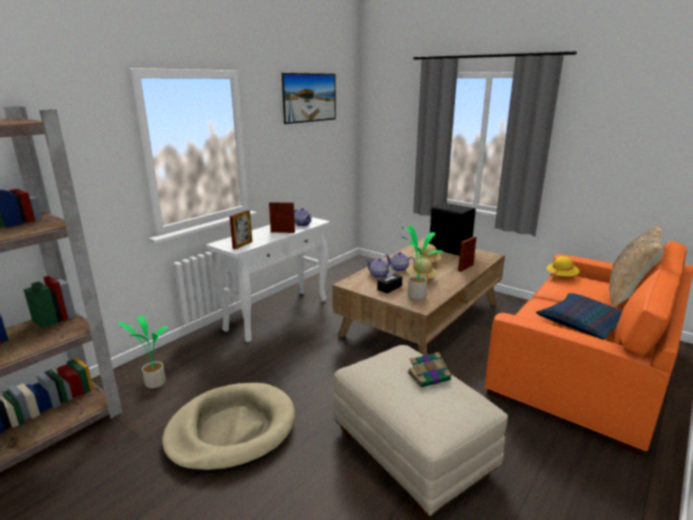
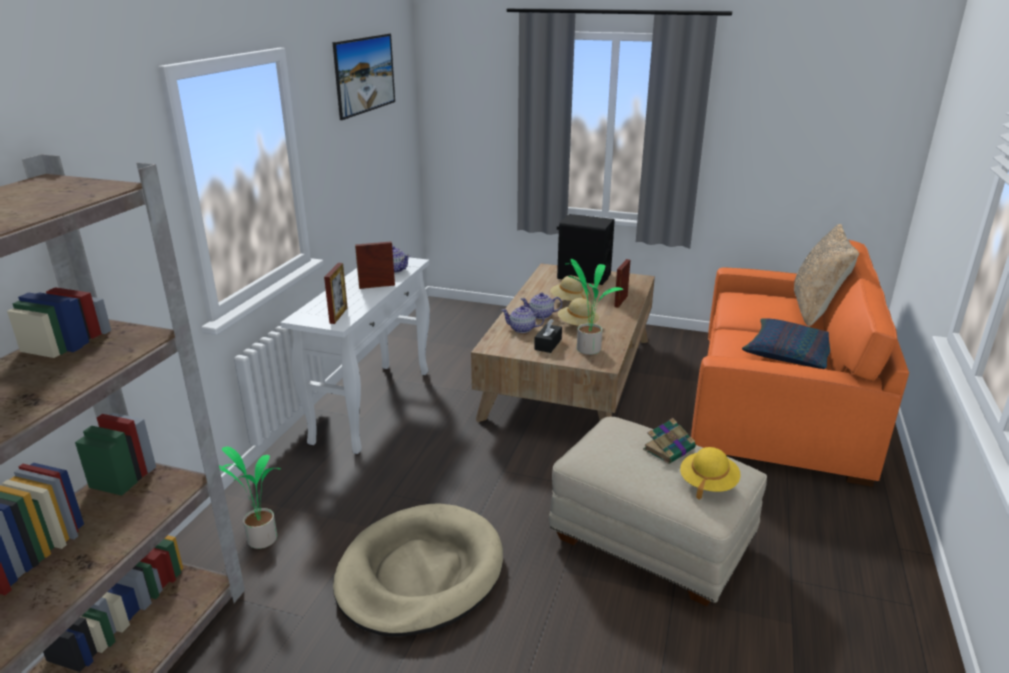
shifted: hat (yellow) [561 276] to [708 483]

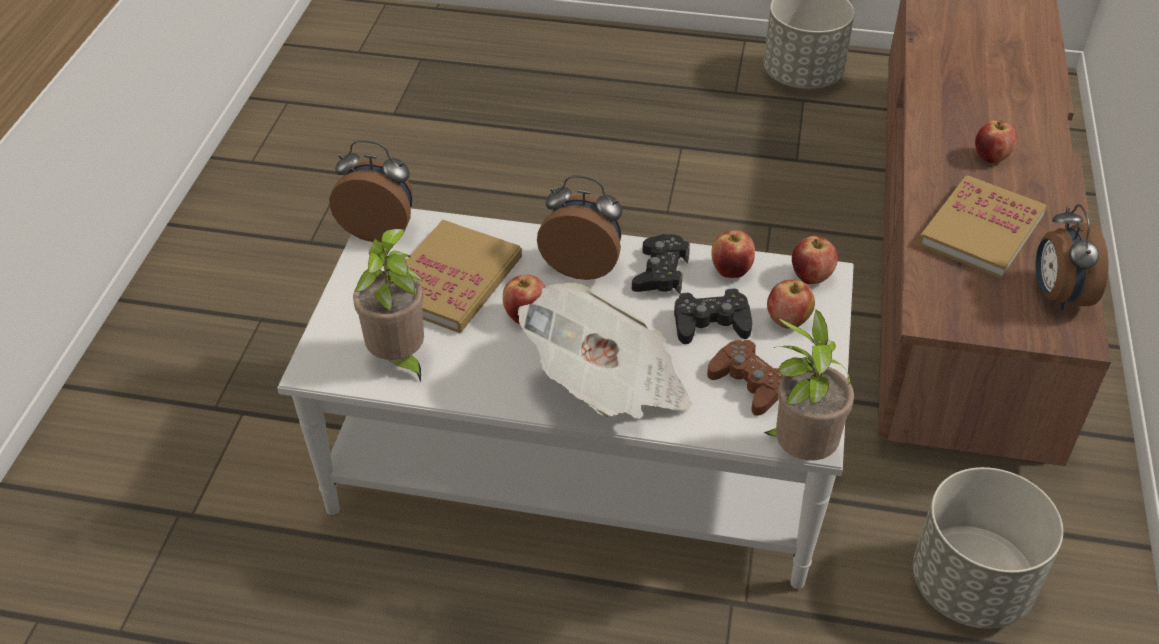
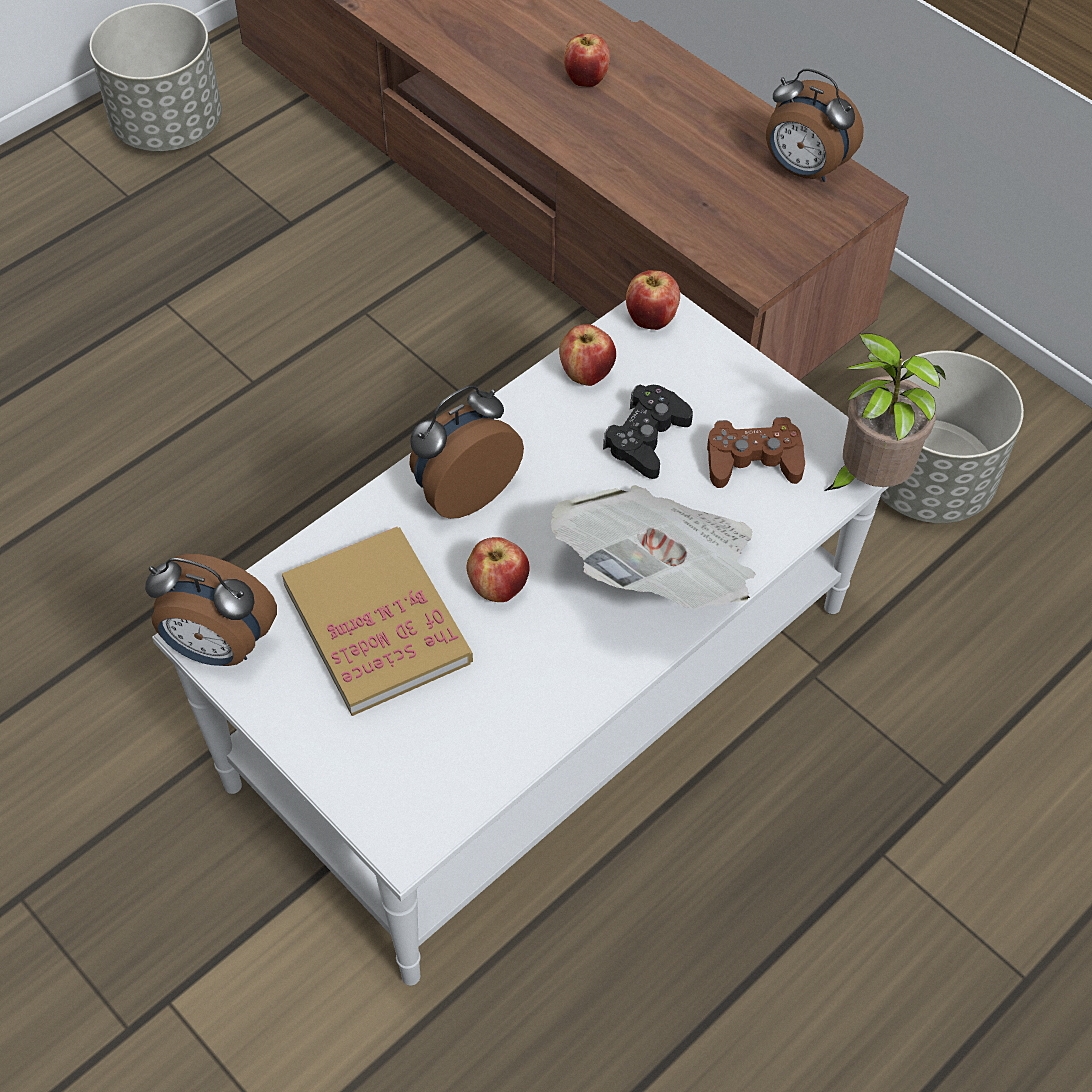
gone: book [981 230]; potted plant [399 360]; game controller (black) [660 273]; apple [787 321]
rotated: alarm clock [379 229] = [218 647] 120 degrees counterclockwise

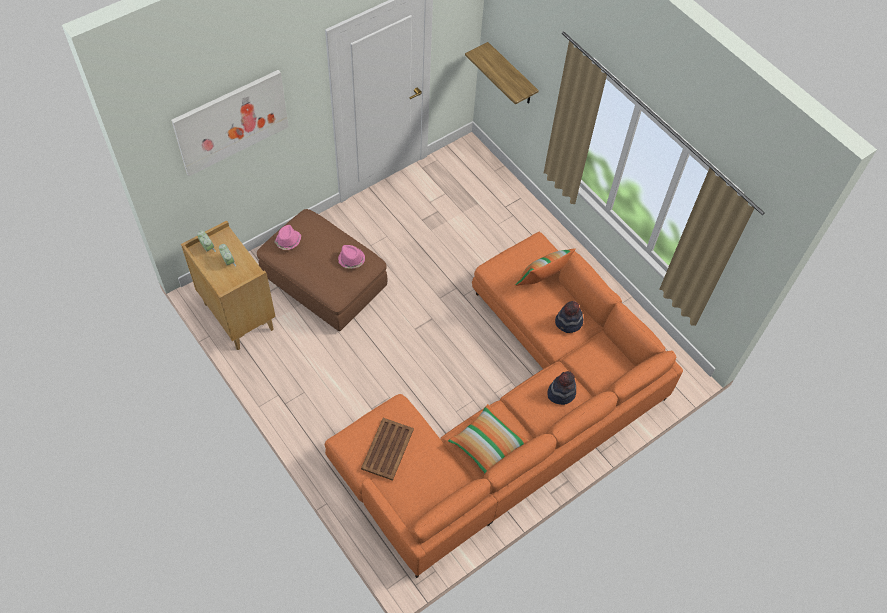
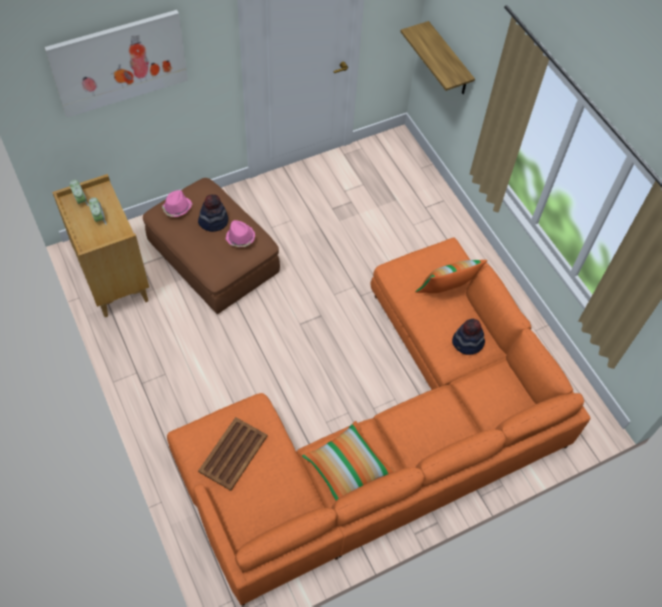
shifted: hat [561 393] to [213 221]

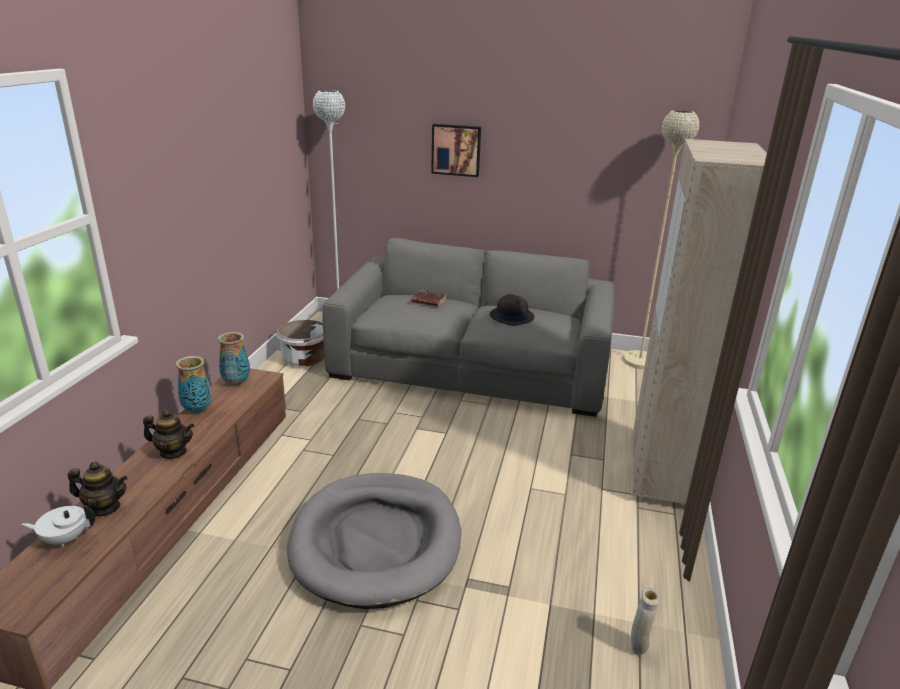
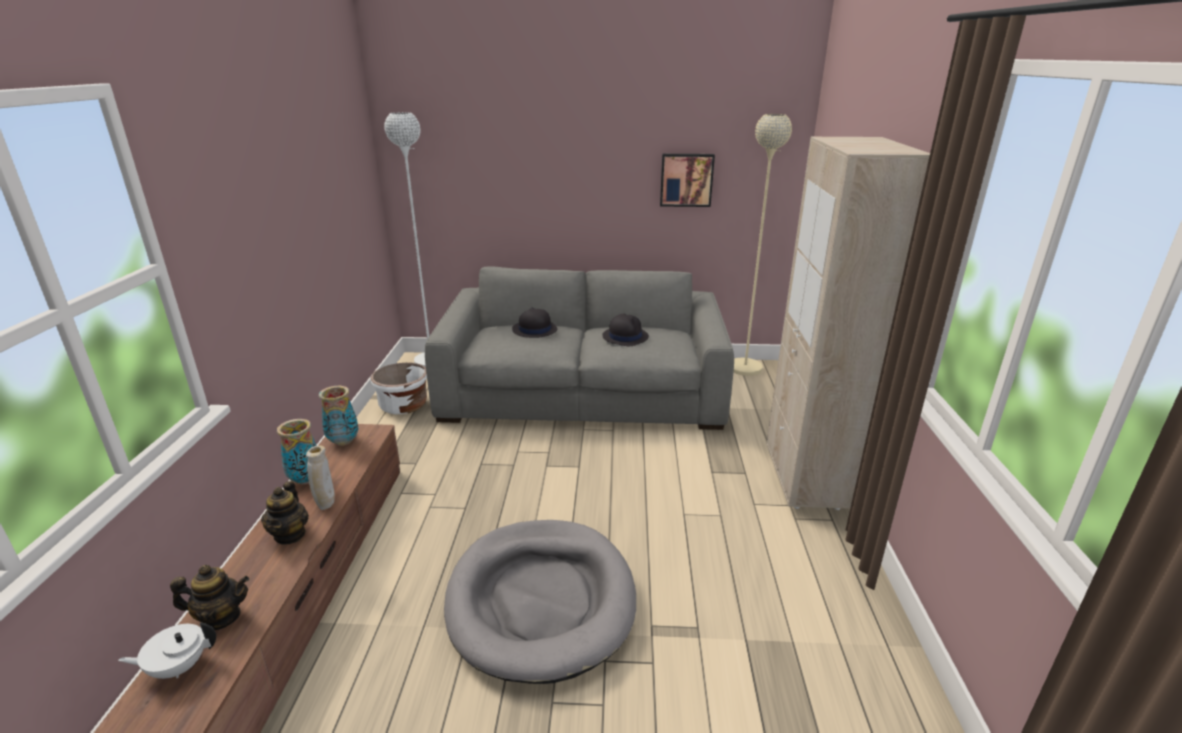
shifted: picture [456 150] to [686 180]; vase (beige) [637 648] to [326 505]
swapped: book (brown) [428 301] to hat (black) [534 330]
rotated: teapot [173 452] = [290 534] 90 degrees clockwise

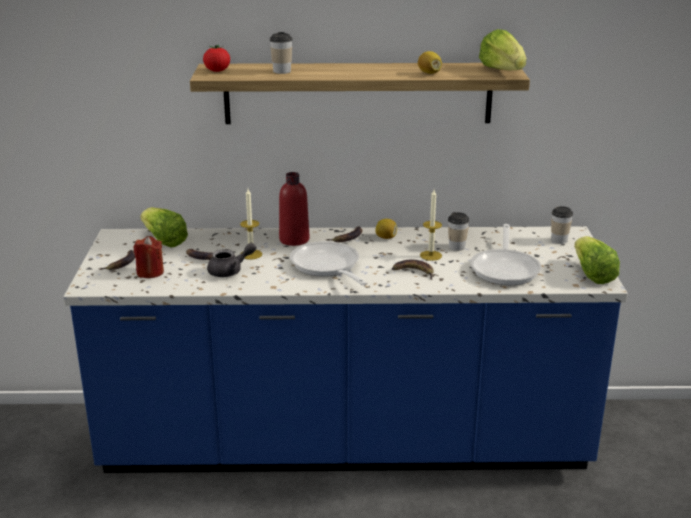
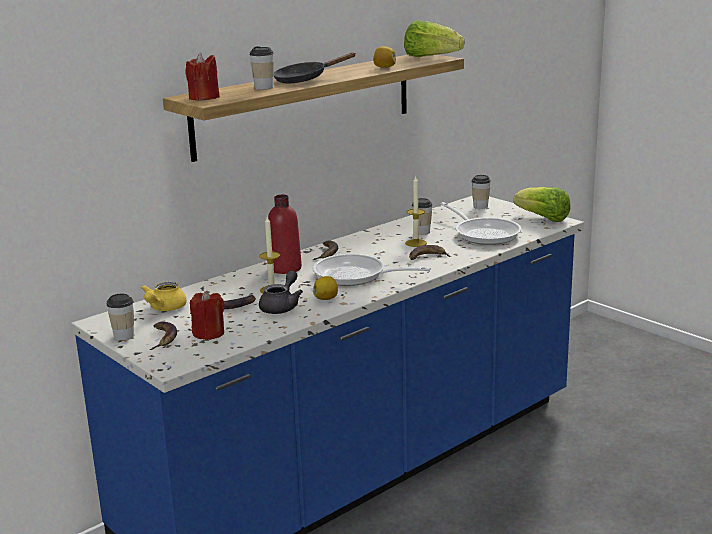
new: frying pan (black) [305 79]; cup [124 336]
shifted: lemon [386 237] to [326 298]
swapped: tomato [217 71] to candle (red) [204 98]; lettuce [163 241] to teapot (yellow) [164 308]

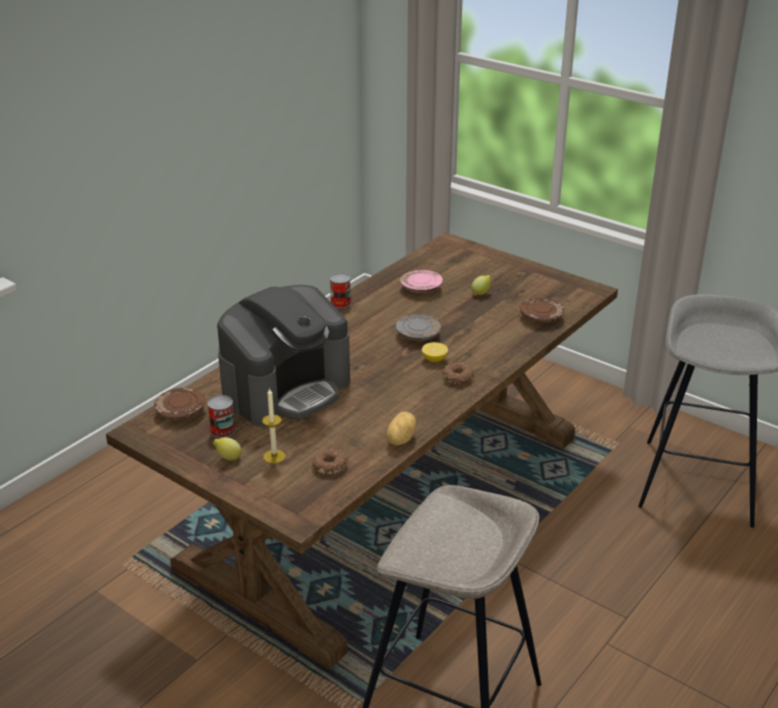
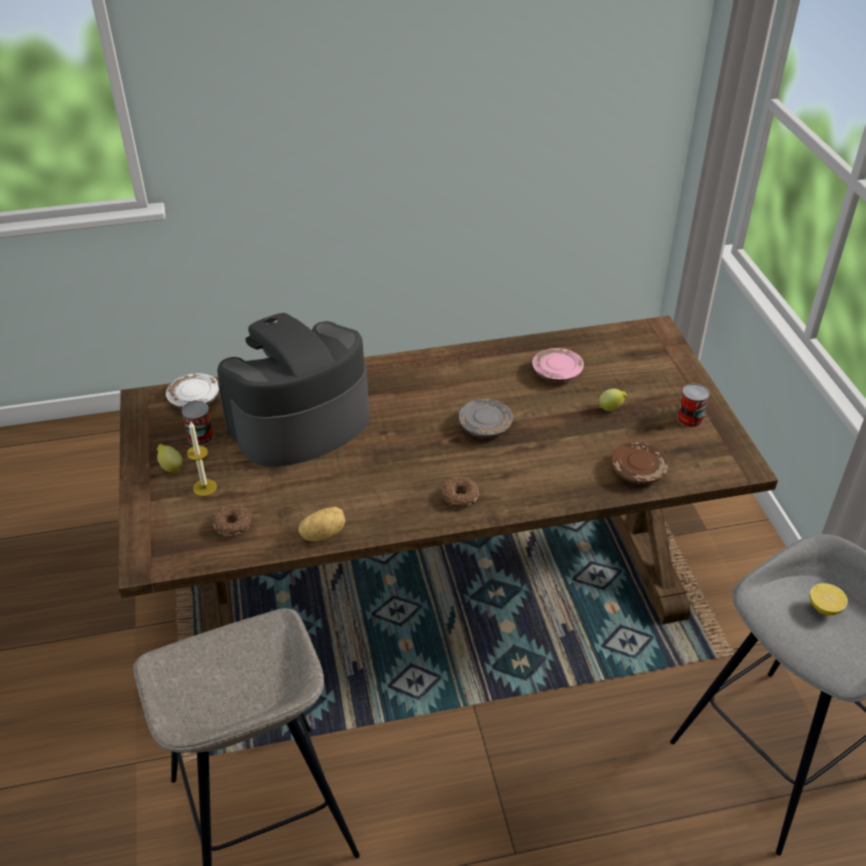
shifted: can [340 303] to [690 419]; lemon [434 359] to [824 608]
repainted: plate (brown) [181 411] to plate (white) [194 399]
rotated: coffee machine [286 389] = [299 422] 150 degrees clockwise

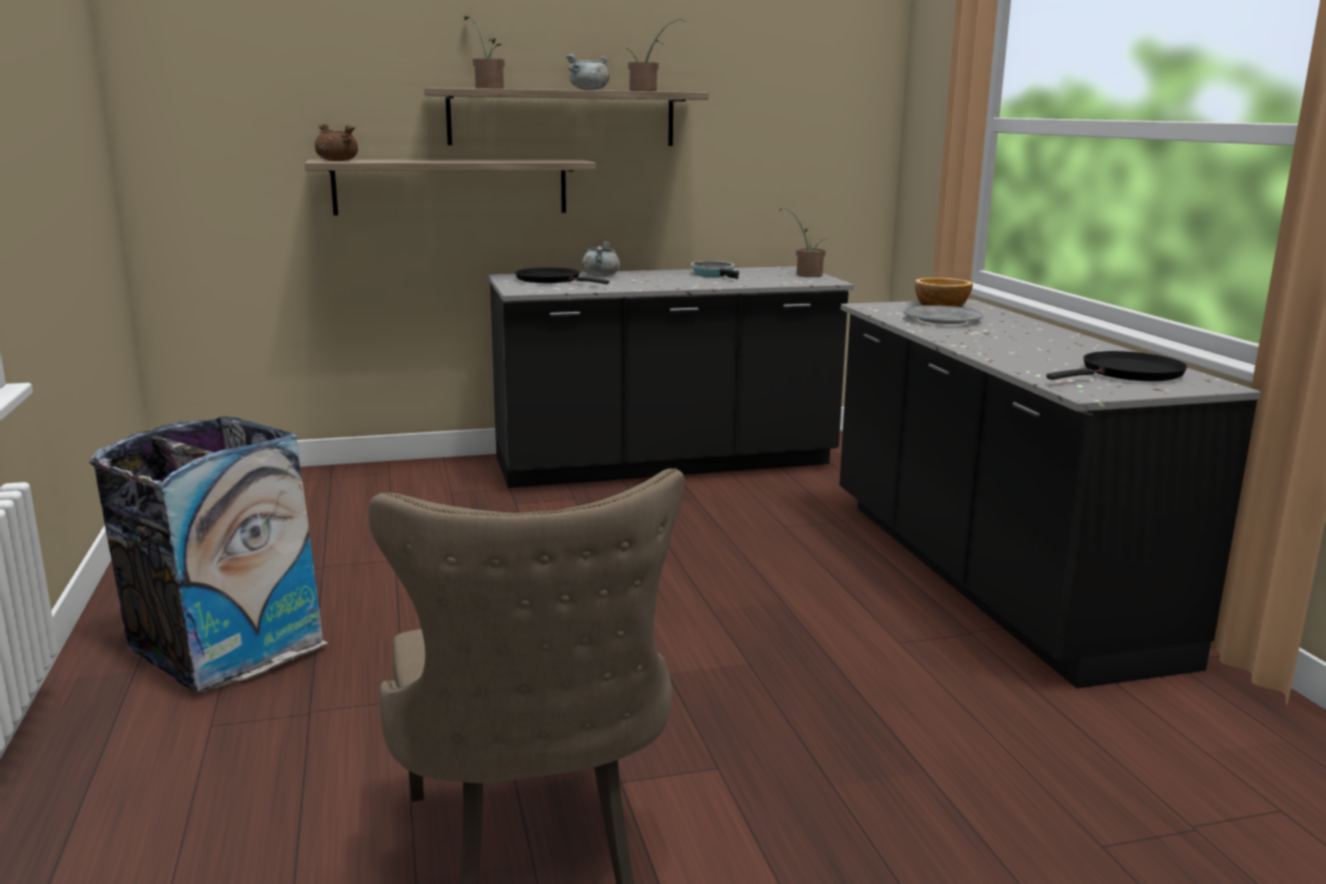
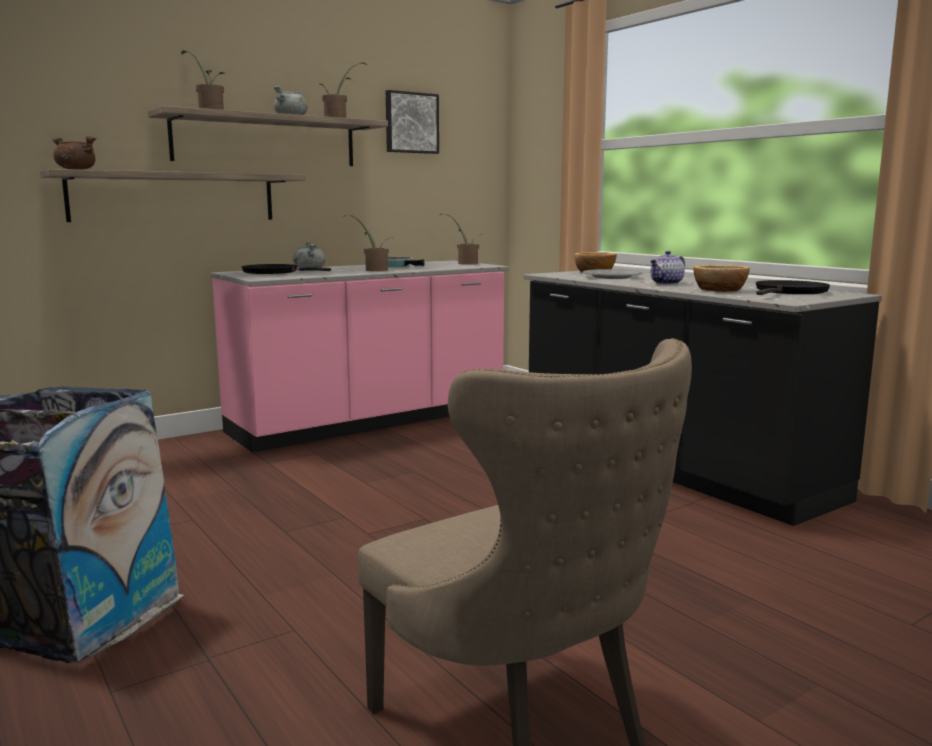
new: picture [411 123]; potted plant [373 270]; teapot [667 283]; bowl [721 290]
repainted: counter (black) [665 464] to counter (pink) [370 421]

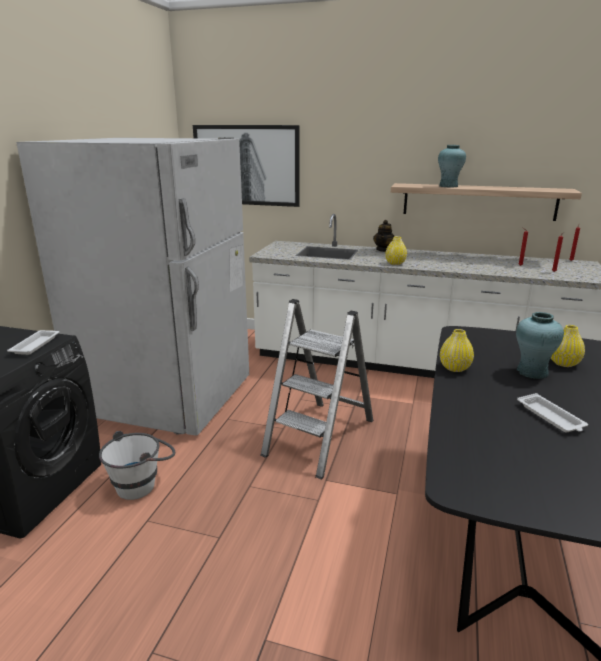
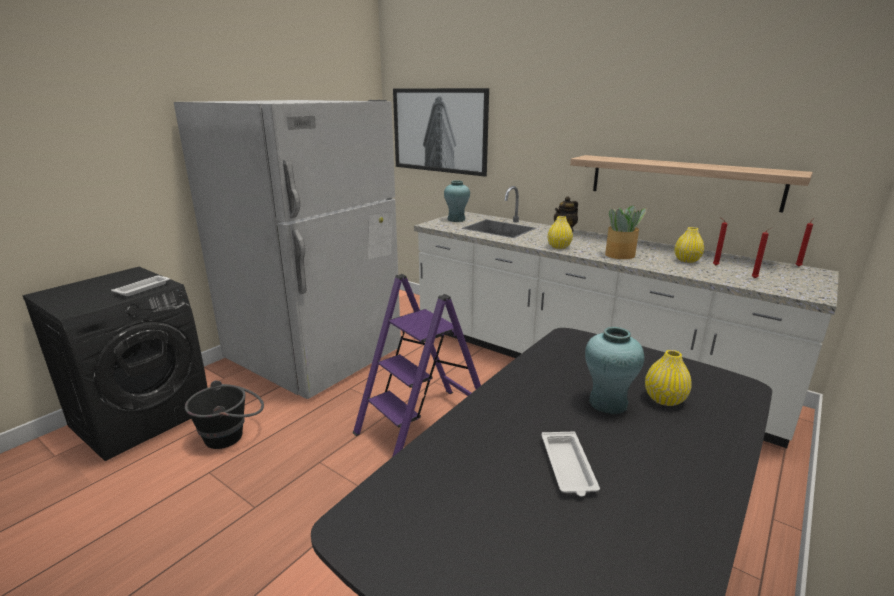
new: potted plant [620 255]
shifted: vase (turquoise) [448 186] to [456 219]; vase (yellow) [454 368] to [686 260]
repainted: step ladder (grey) [321 436] to step ladder (purple) [426 426]; bucket (white) [142 483] to bucket (black) [232 435]

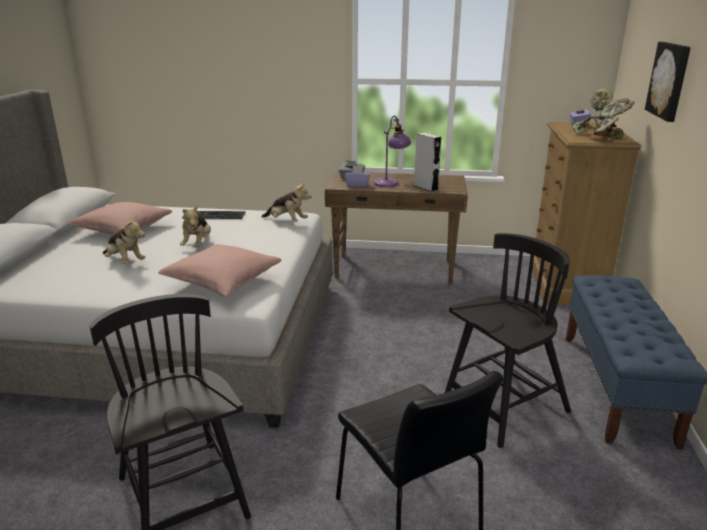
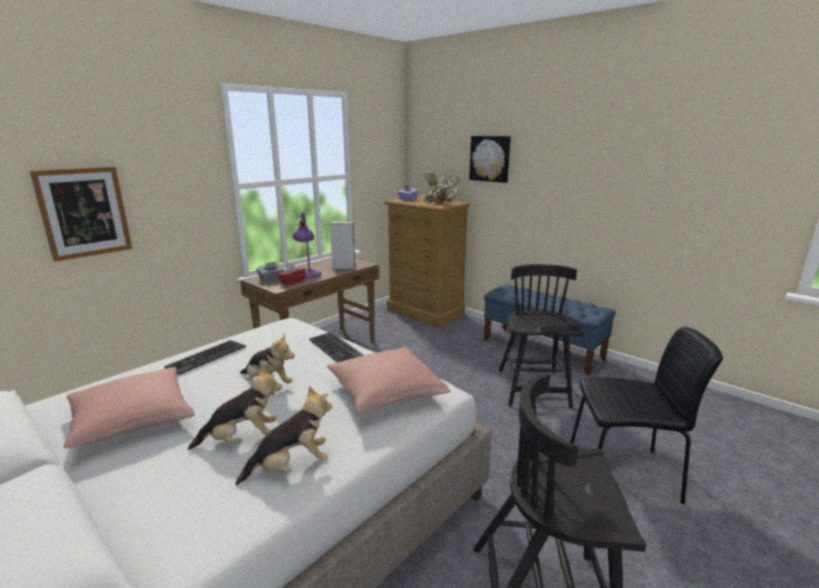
new: picture [84 212]; keyboard [335 348]
shifted: plush toy [287 221] to [291 466]
repainted: tissue box (purple) [357 185] to tissue box (red) [292 282]

